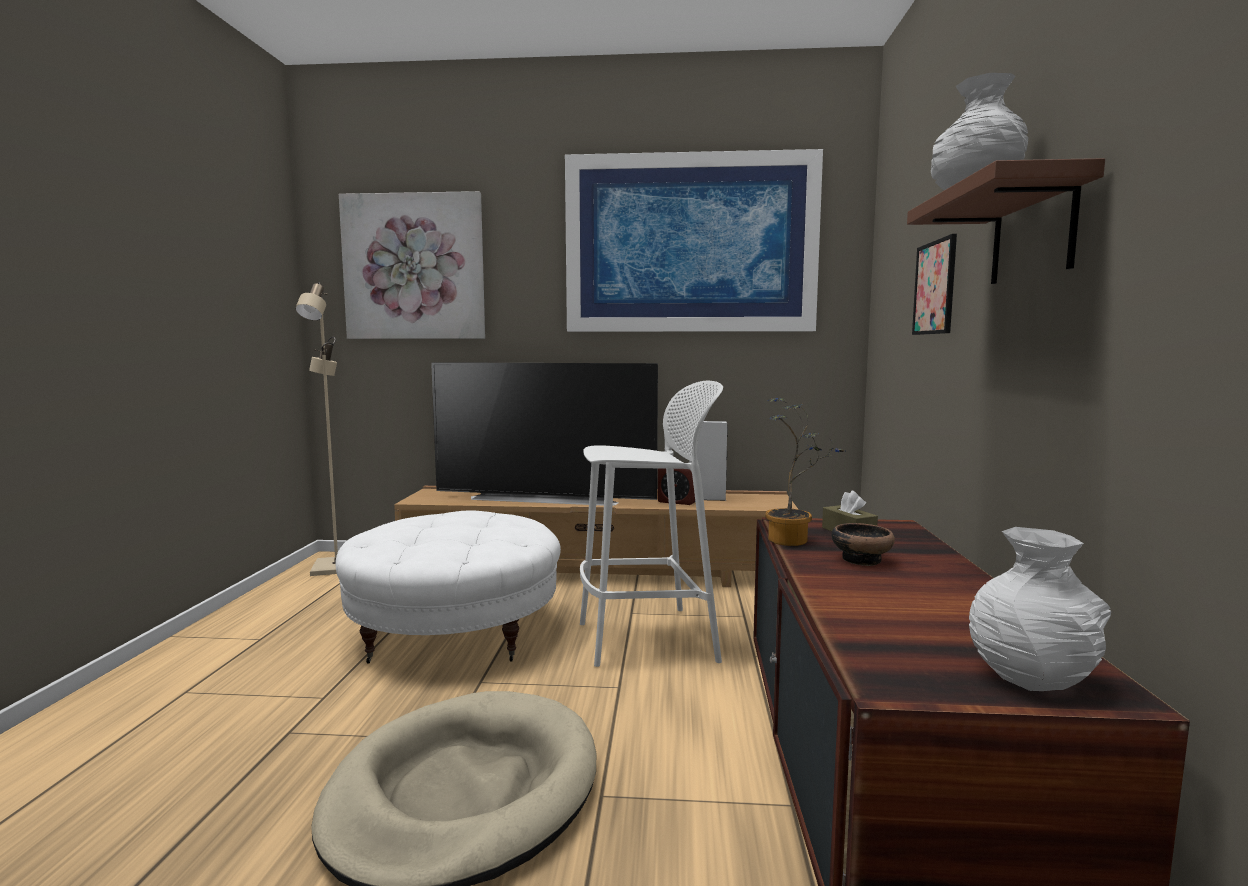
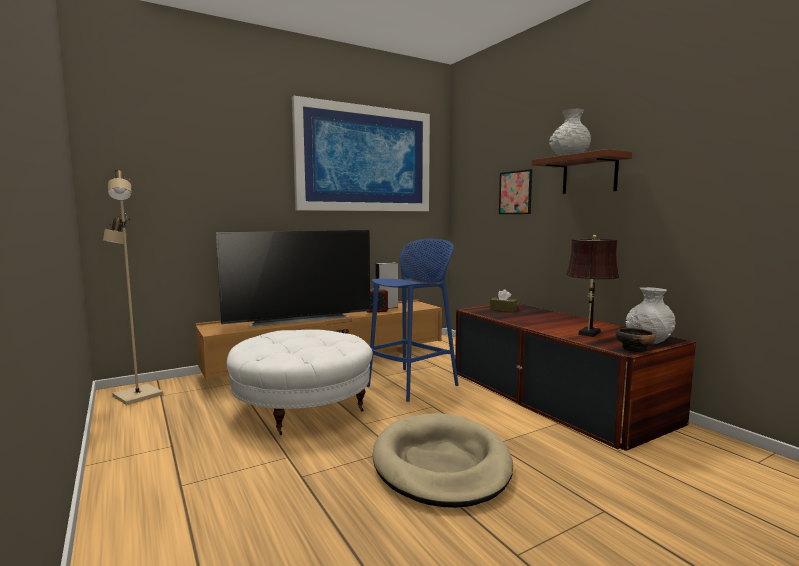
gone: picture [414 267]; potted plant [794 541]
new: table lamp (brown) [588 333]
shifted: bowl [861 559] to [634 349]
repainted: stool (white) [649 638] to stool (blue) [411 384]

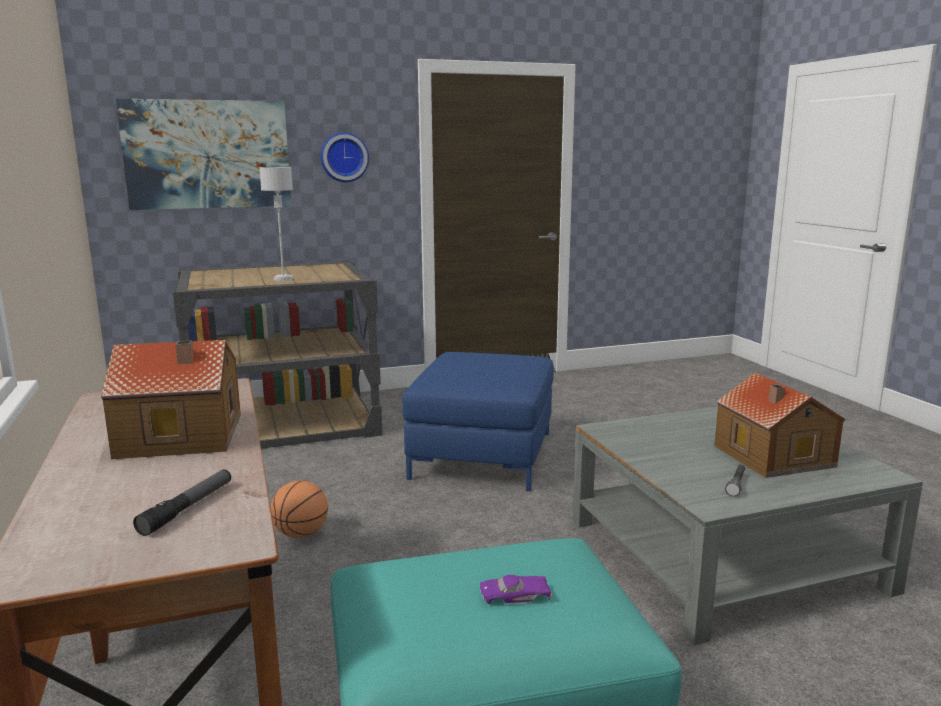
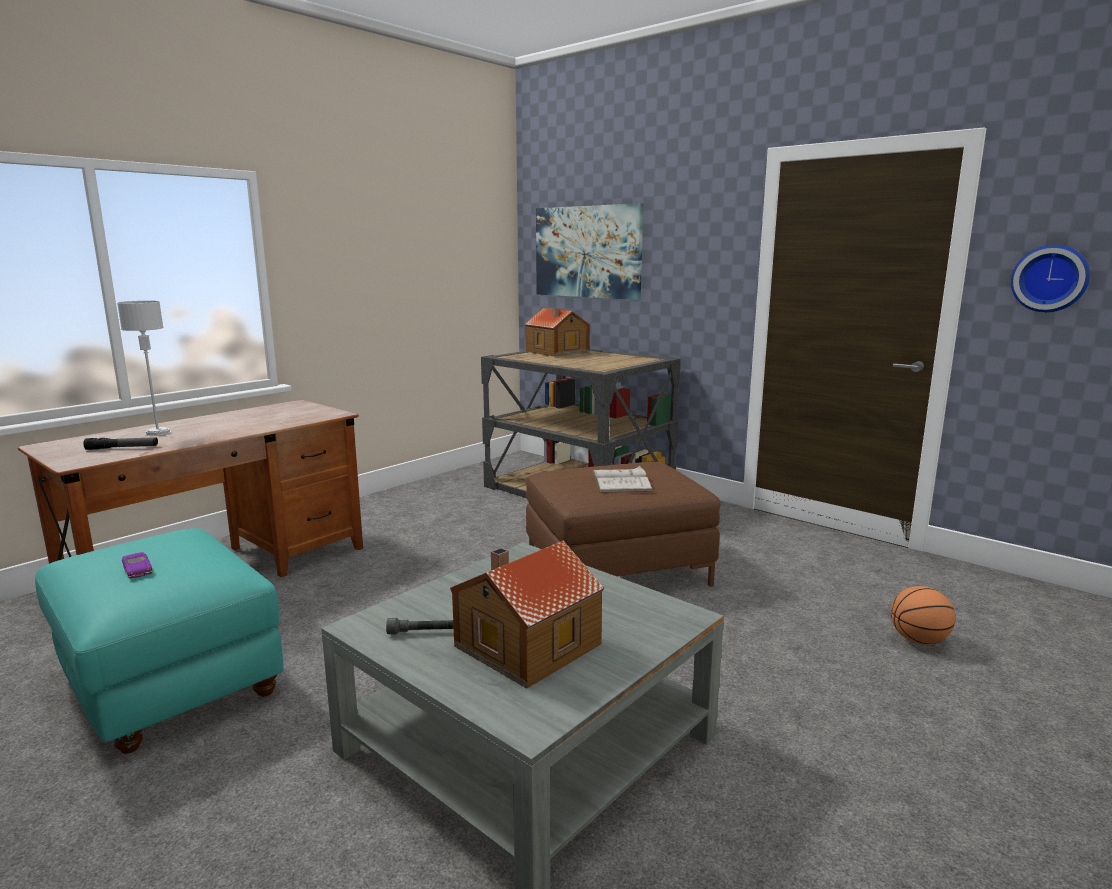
new: book (white) [621 481]
shifted: wall clock [344 157] to [1050 278]; table lamp (grey) [283 279] to [157 433]; toy house [182 436] to [557 352]; basketball [301 534] to [918 640]
repainted: ottoman (blue) [482 454] to ottoman (brown) [617 569]

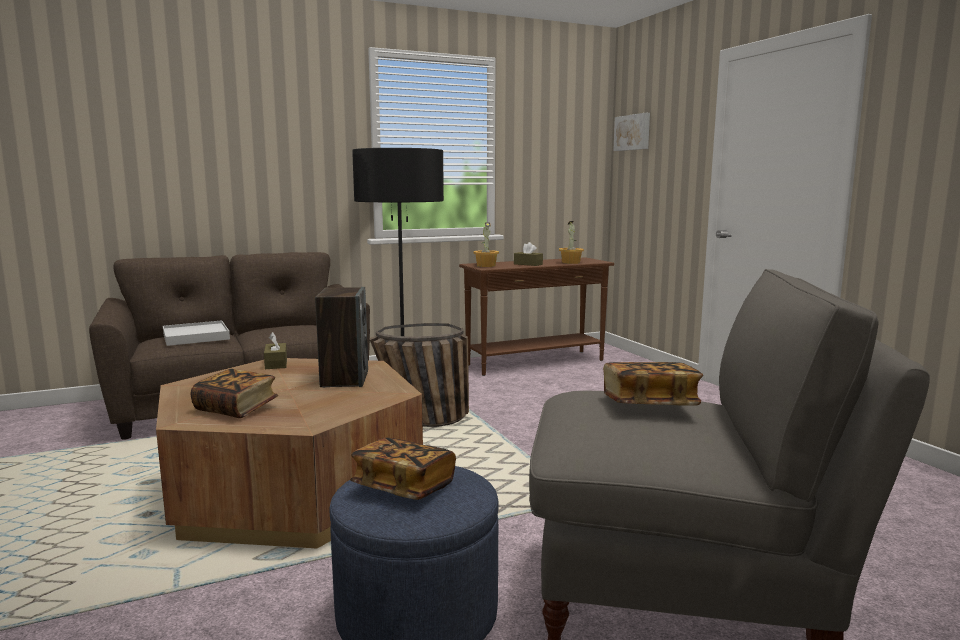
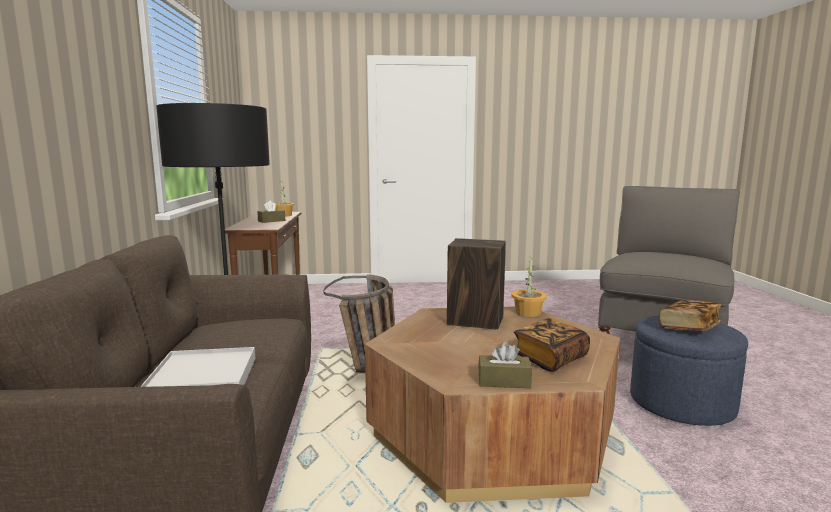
gone: picture [633 132]; book [649 404]
shifted: potted plant [486 265] to [527 312]; tissue box (brown) [276 363] to [504 381]

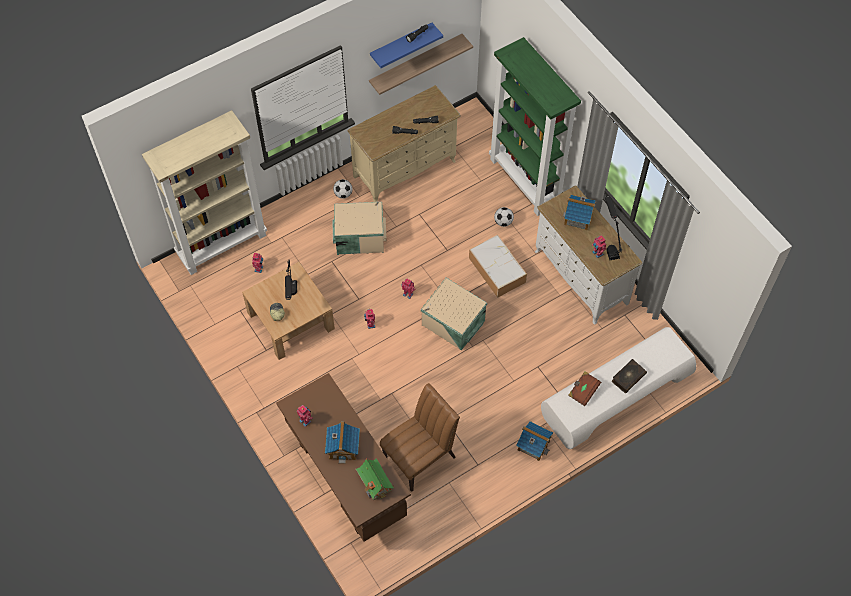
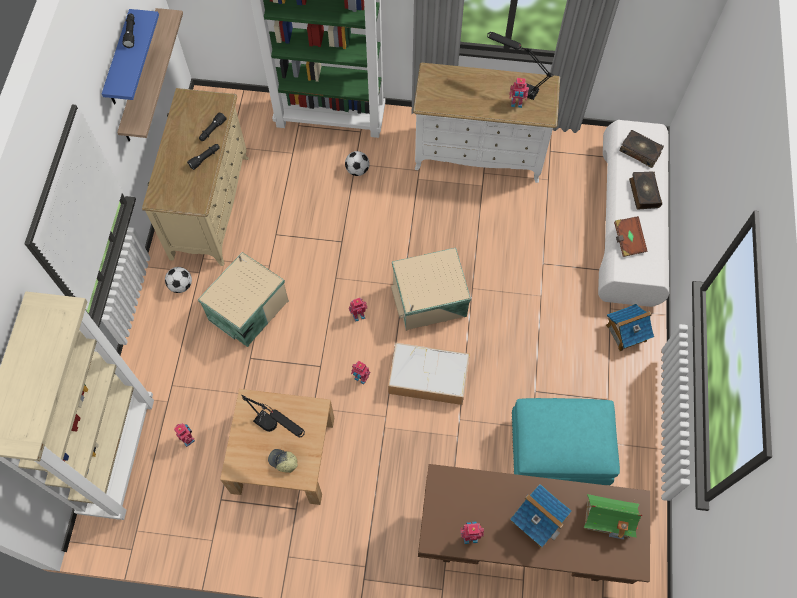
gone: toy house [578 218]
new: book [640 151]
shifted: storage box [496 269] to [427 377]
swapped: chair (brown) [419 459] to ottoman (turquoise) [558 450]

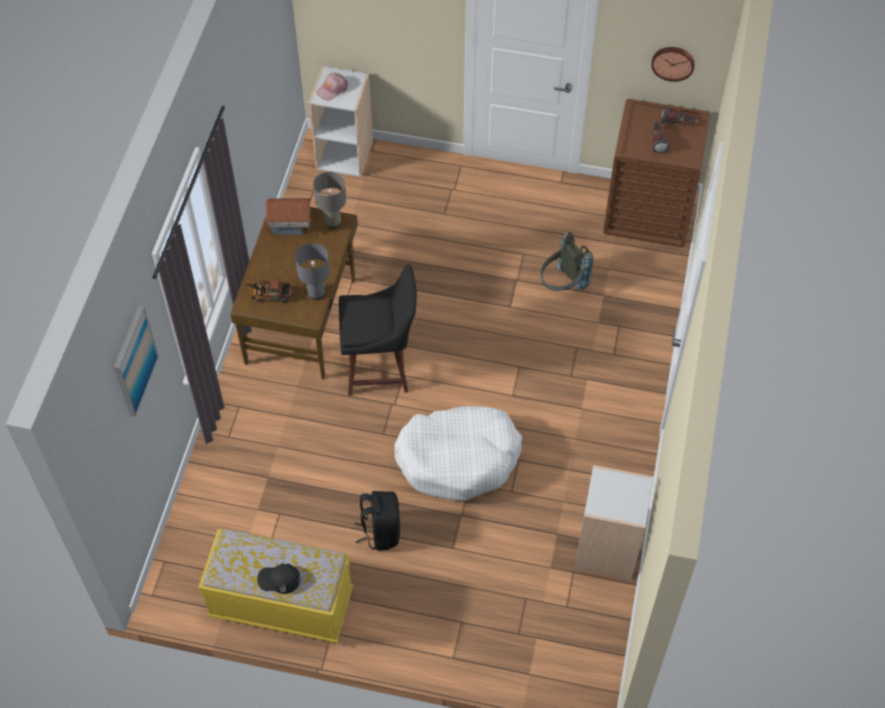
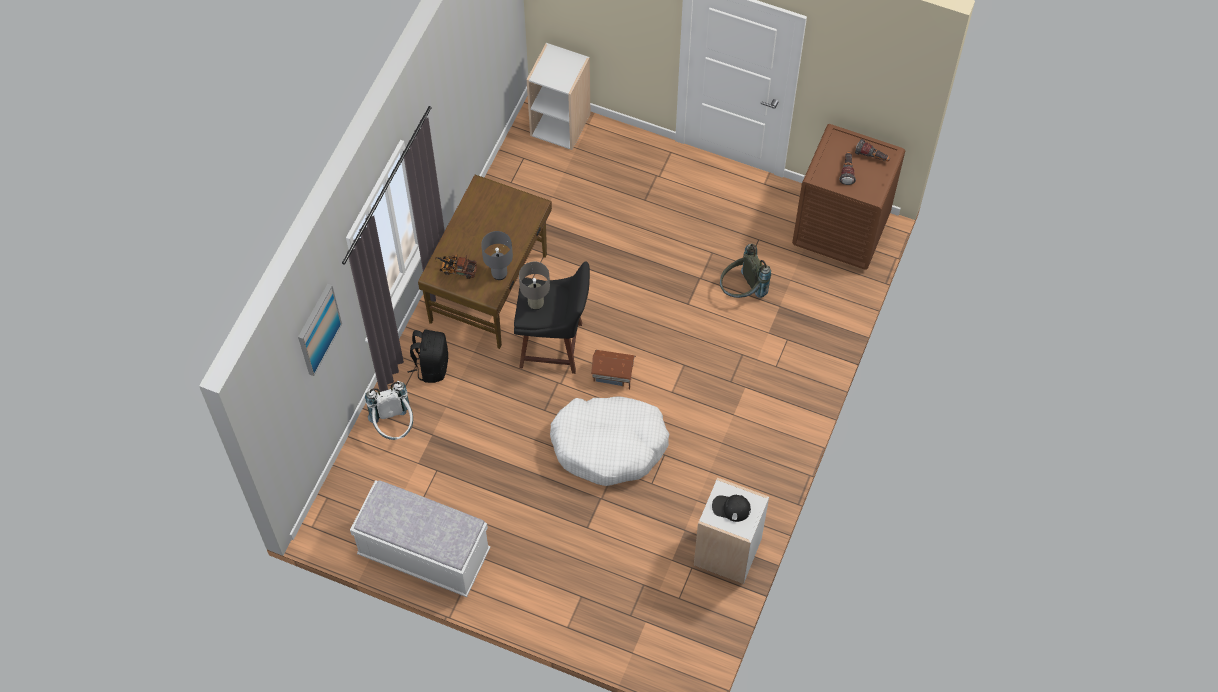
gone: wall clock [673 62]; cap (pink) [332 89]
new: backpack (white) [394 427]
shifted: table lamp (grey) [332 222] to [536 304]; toy house [291 227] to [613 376]; backpack (black) [381 531] to [431 366]; cap (black) [279 579] to [731 508]
repainted: bench (yellow) [281 604] to bench (white) [424 554]

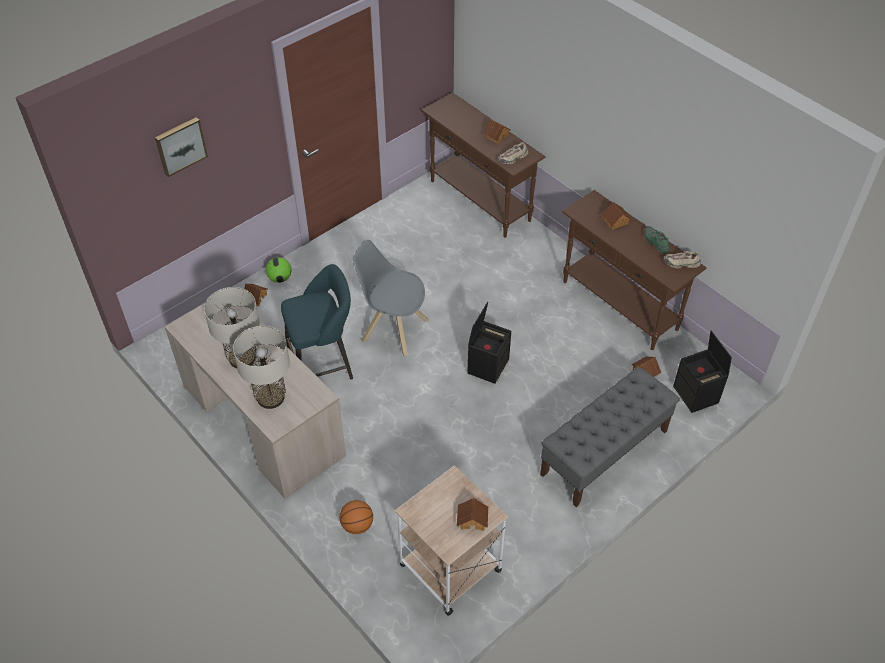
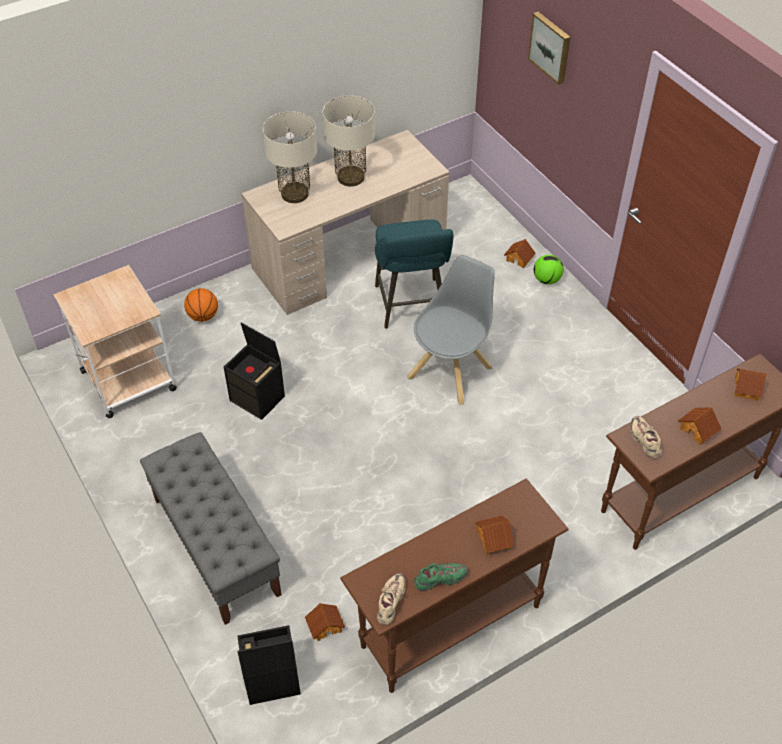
shifted: storage box (black) [488 365] to [258 398]; toy house [472 519] to [747 388]

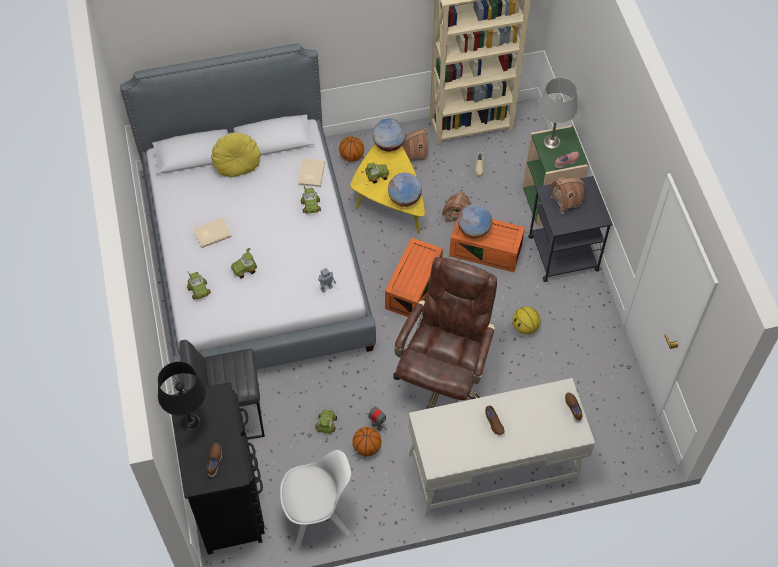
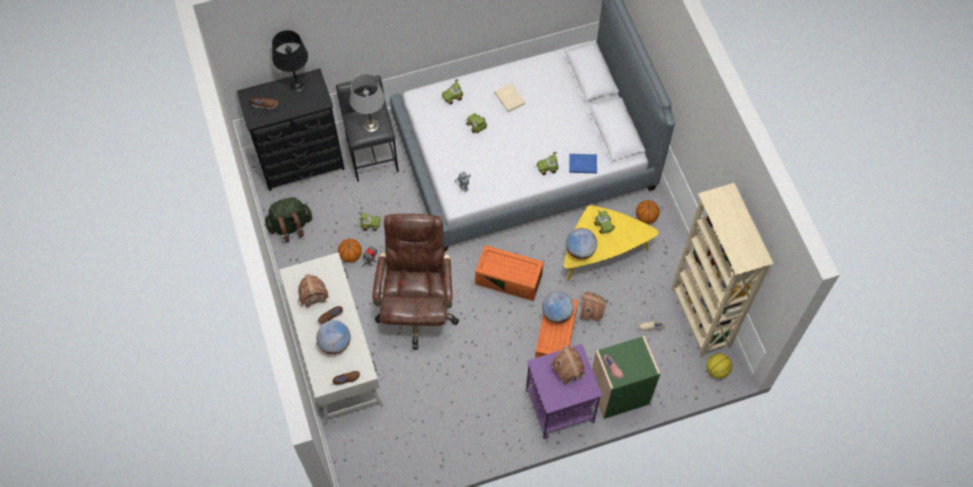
gone: pillow (yellow) [238 168]
shifted: table lamp (grey) [552 142] to [371 125]; globe [389 145] to [335 343]; toy house [414 153] to [313 296]; basketball [525 327] to [716 370]
swapped: chair (white) [318 516] to backpack (green) [290 226]
repainted: book (beige) [310 174] to book (blue) [582 163]; cart (black) [563 255] to cart (purple) [559 406]
rotated: office chair (brown) [443 379] = [417 309] 105 degrees counterclockwise

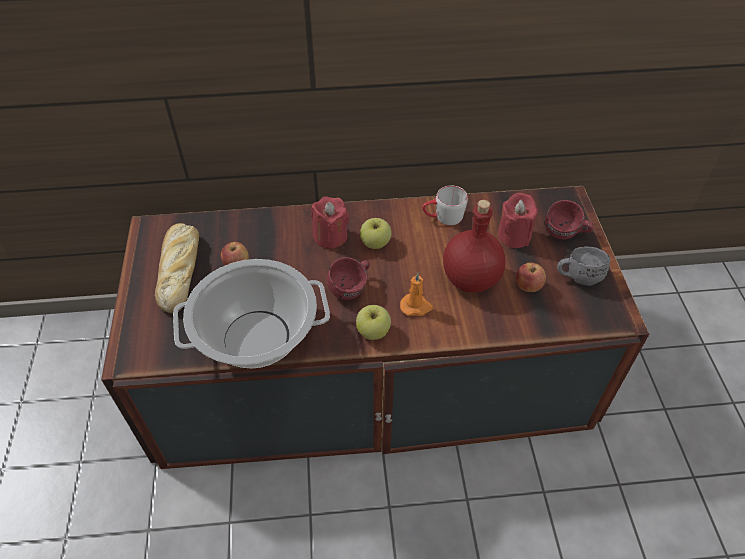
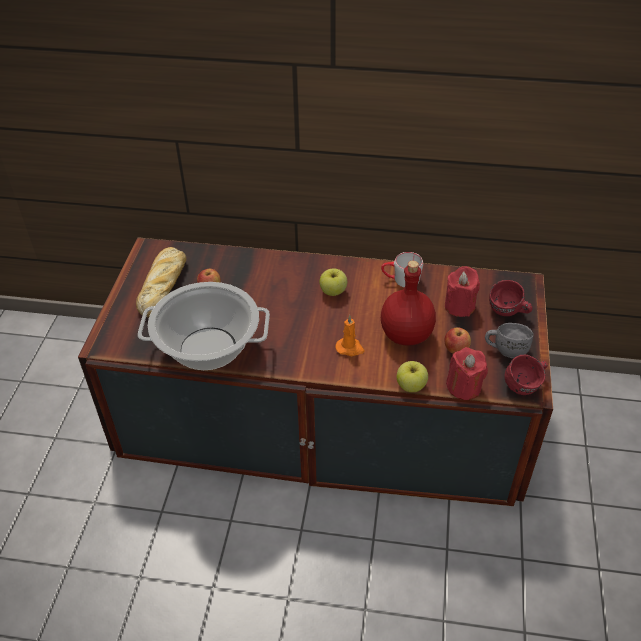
shifted: candle (red) [330 236] to [464 387]; mug (red) [352 289] to [526 386]; apple [373 331] to [411 386]

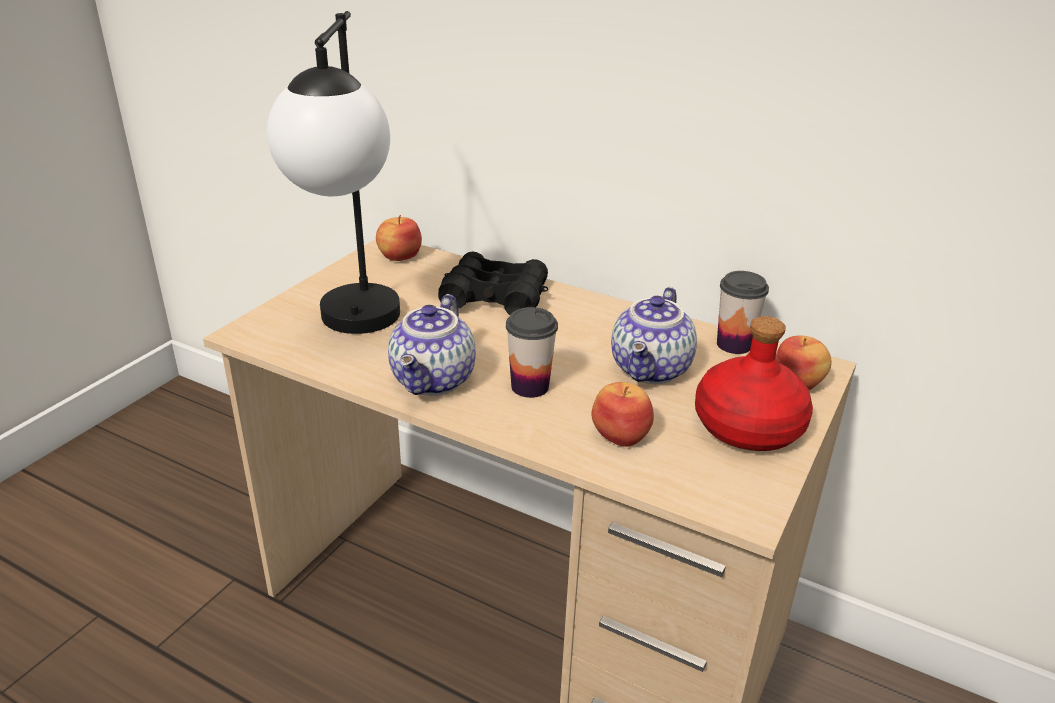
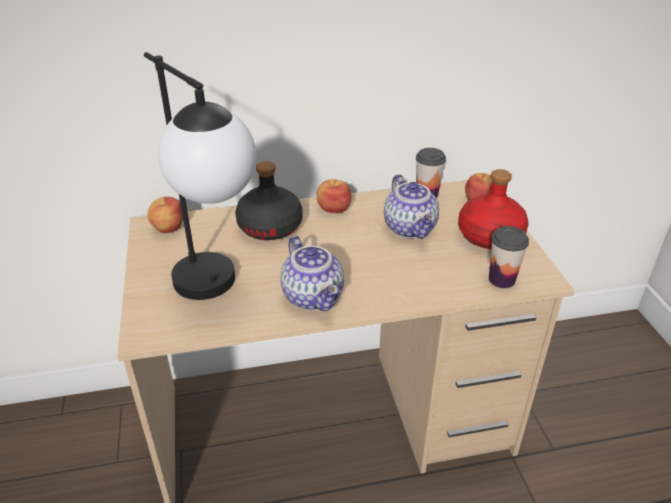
shifted: cup [530 386] to [501 279]; apple [621 434] to [333 208]
swapped: binoculars (black) [495 297] to bottle (black) [270 227]

